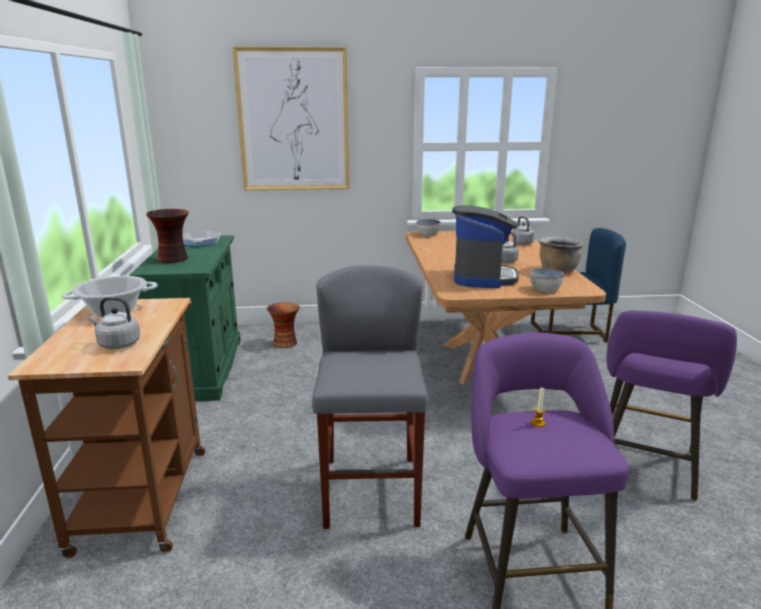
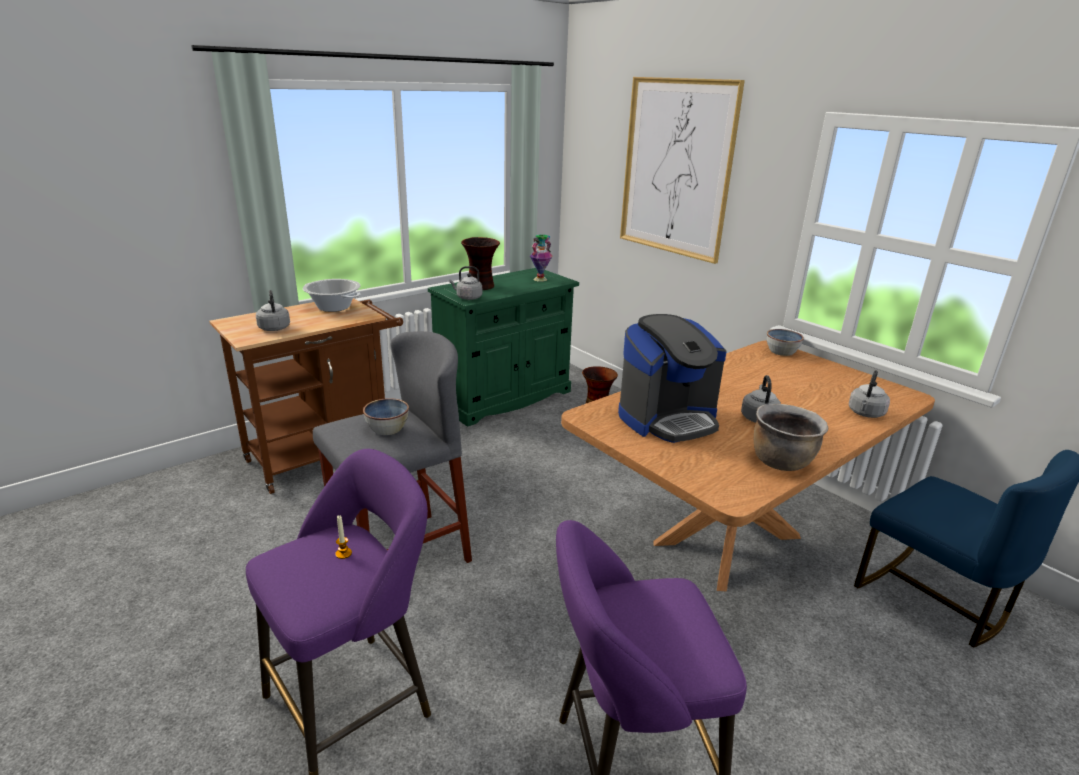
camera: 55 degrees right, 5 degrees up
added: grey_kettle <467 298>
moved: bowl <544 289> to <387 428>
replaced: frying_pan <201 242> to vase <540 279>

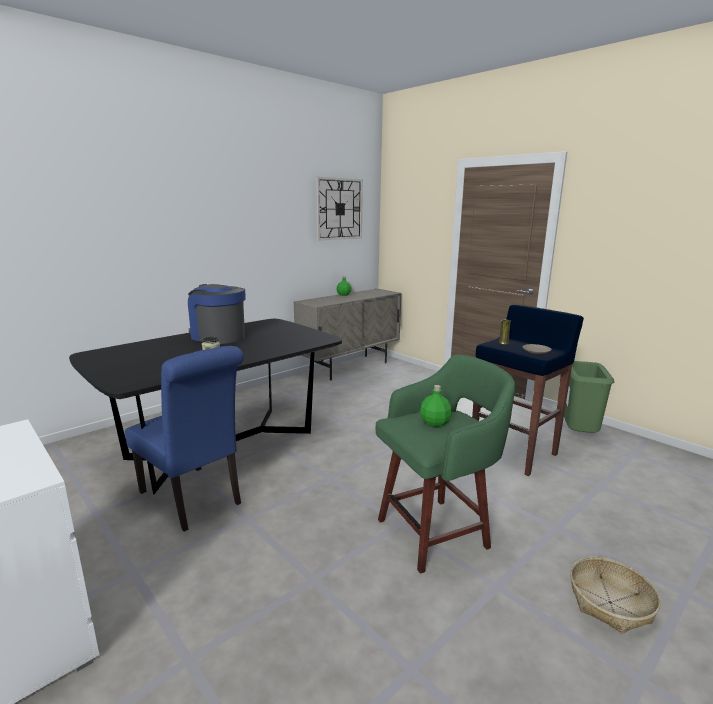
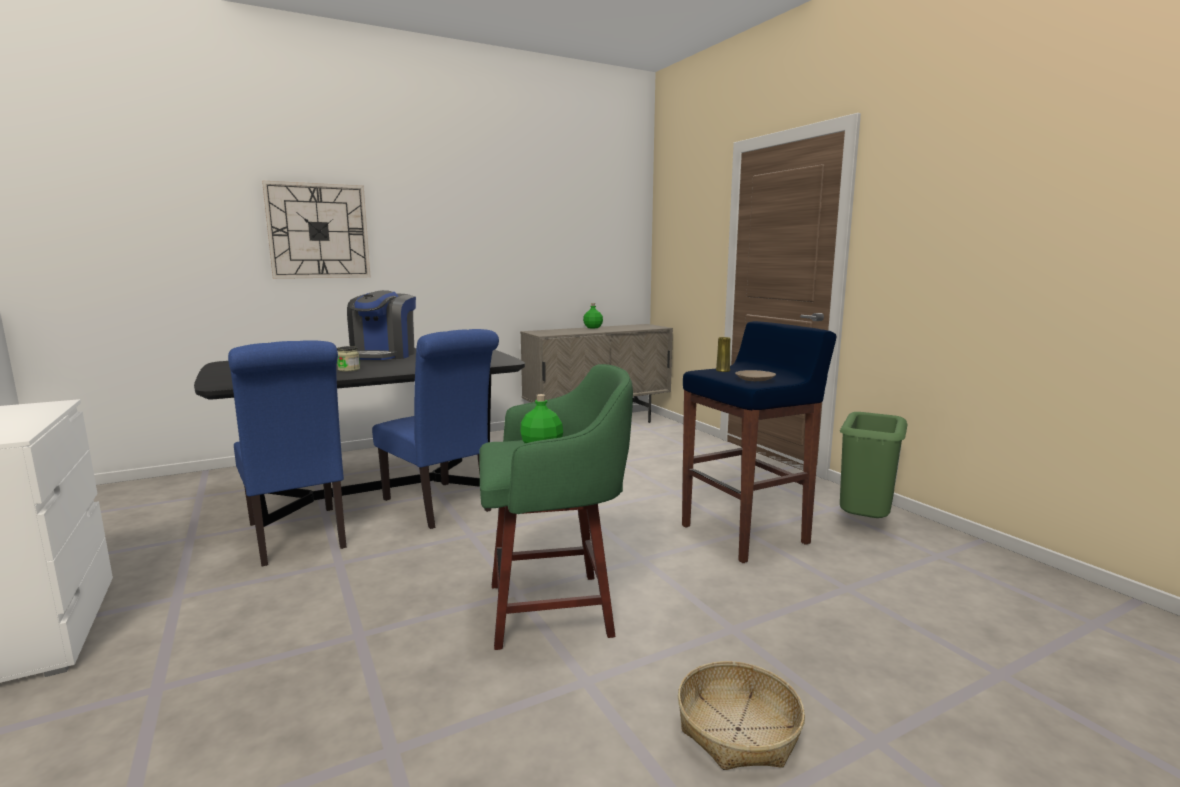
camera: 15 degrees right, 5 degrees down
added: blue_chair <441 506>
moved: wall_clock <339 209> to <318 231>
turned: coffee_machine <218 336> = <384 355> 135 degrees counterclockwise

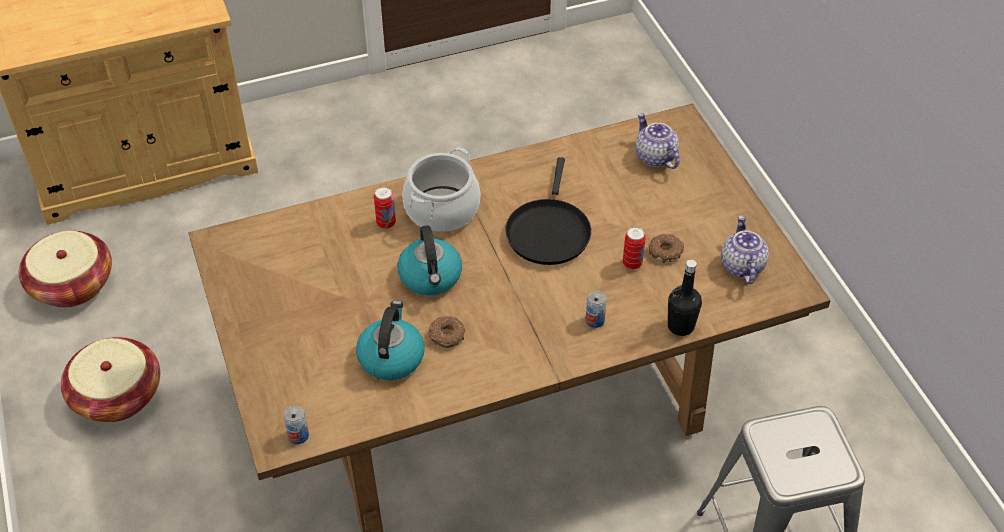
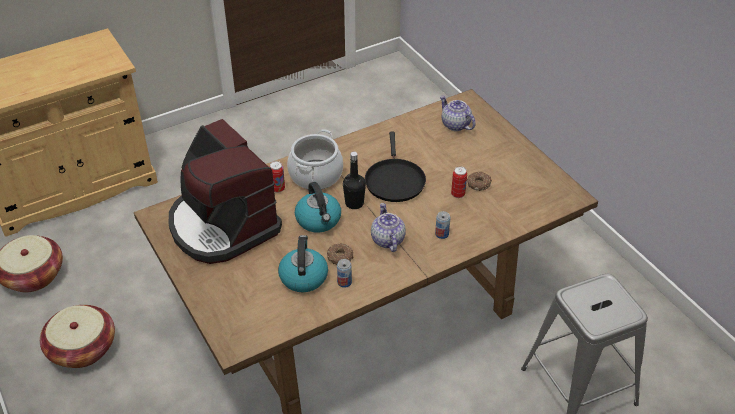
camera: 10 degrees left, 5 degrees down
added: coffee_machine <222 225>
moved: teapot <741 265> to <387 240>; black_bottle <680 326> to <354 203>; can <298 436> to <344 282>

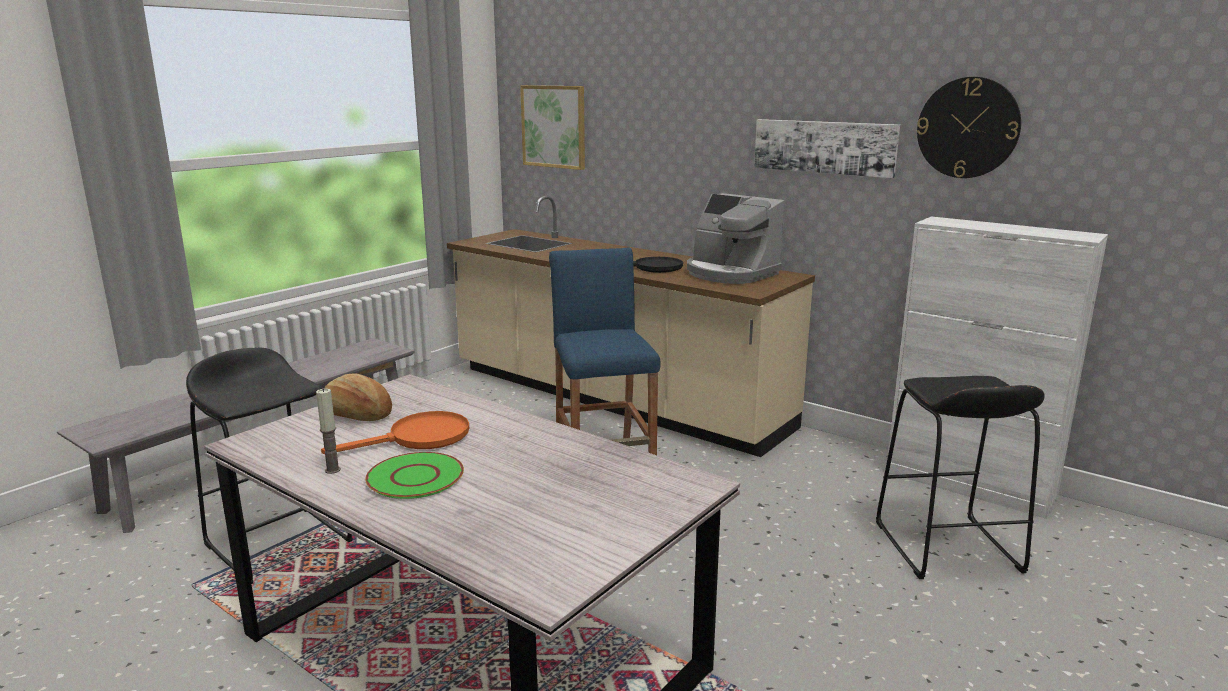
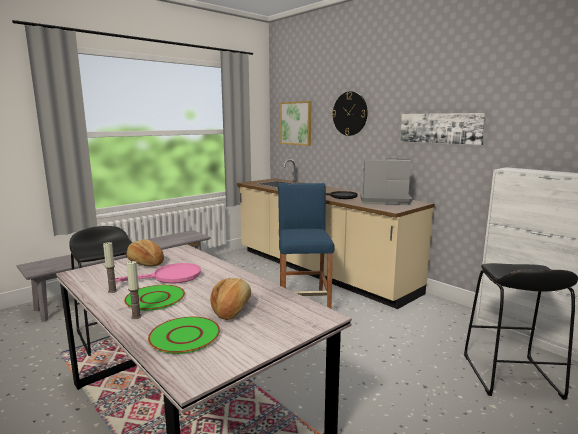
camera: 10 degrees right, 5 degrees down
added: candle <136 316>; bread <232 309>; green_plate <185 336>
moved: wall_clock <968 128> to <350 113>
recoloured: orange_frying_pan <418 438> to pink_frying_pan <170 277>
turned: coffee_machine <730 273> = <383 201> 135 degrees clockwise

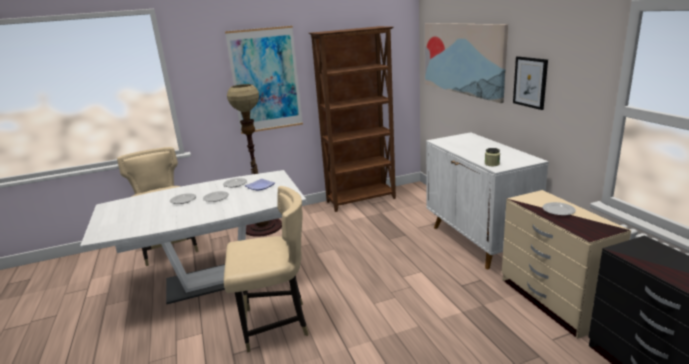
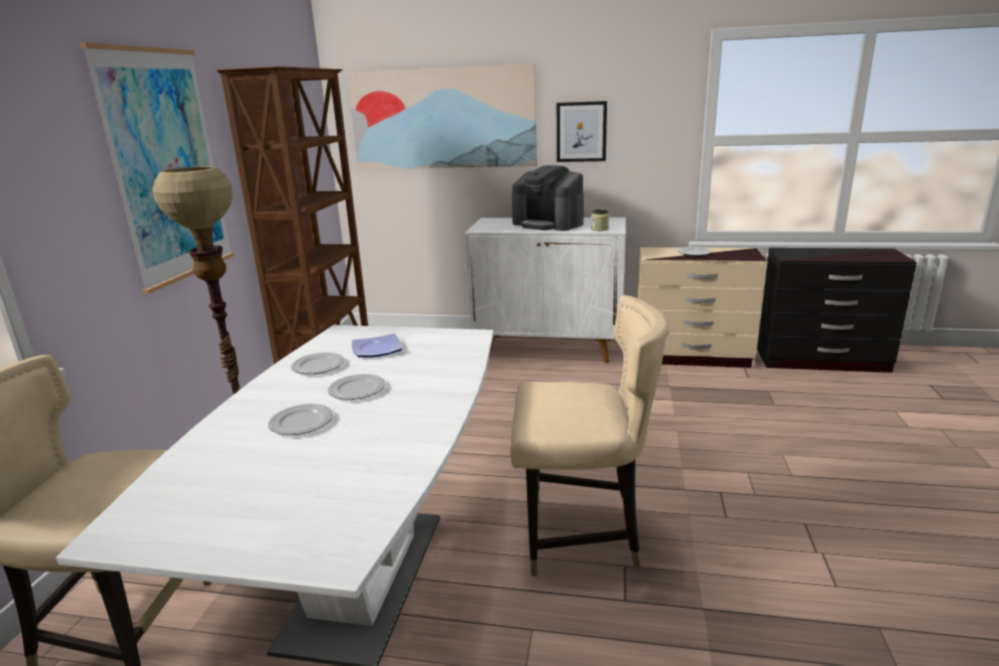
camera: 60 degrees left, 0 degrees up
added: coffee_machine <548 224>
turned: beige_chair <275 324> = <581 536> 75 degrees clockwise

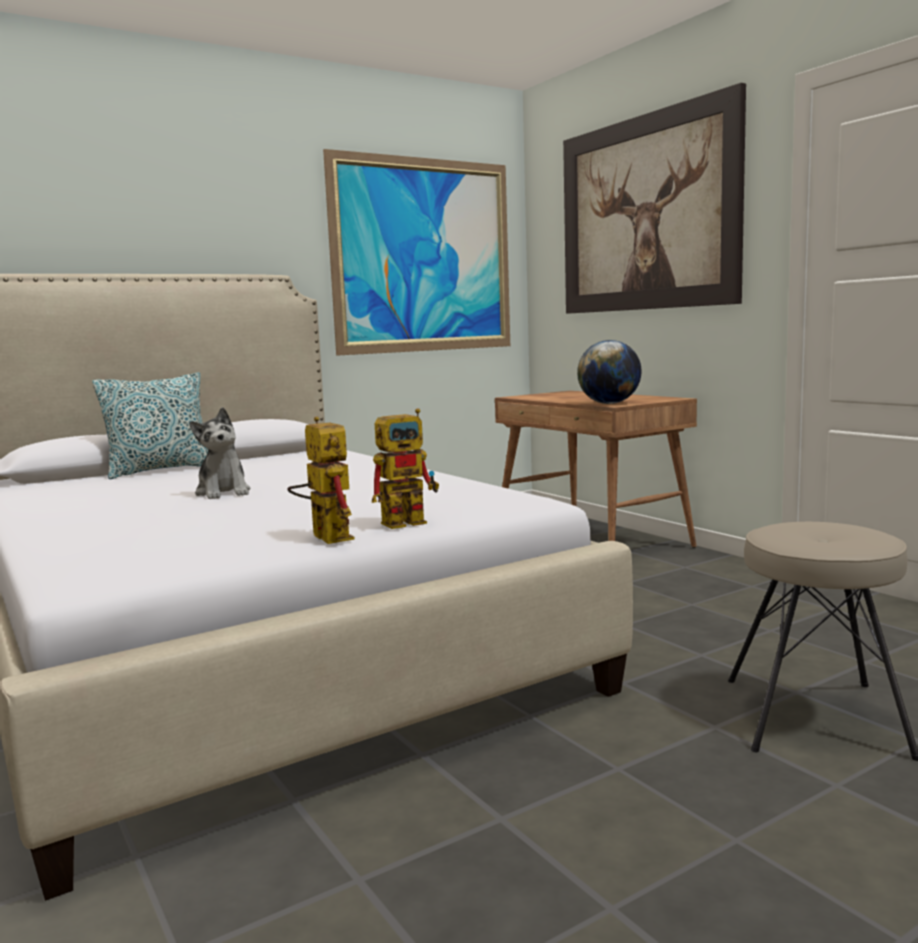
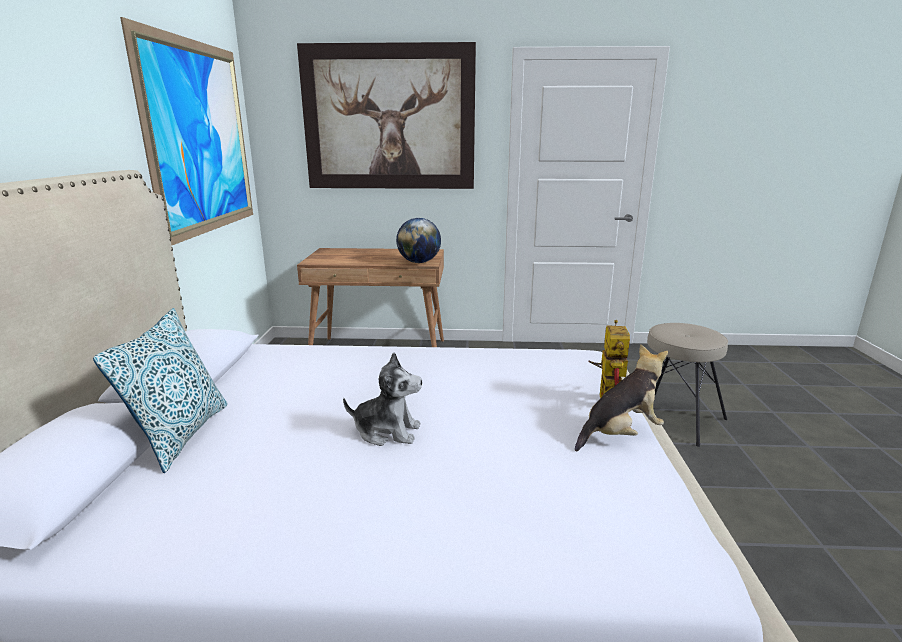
camera: 55 degrees left, 10 degrees up
replaced: toy_robot <324 536> to plush_toy <620 434>

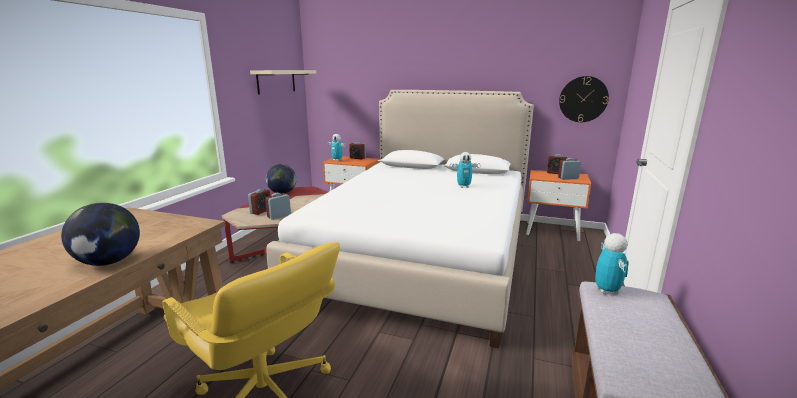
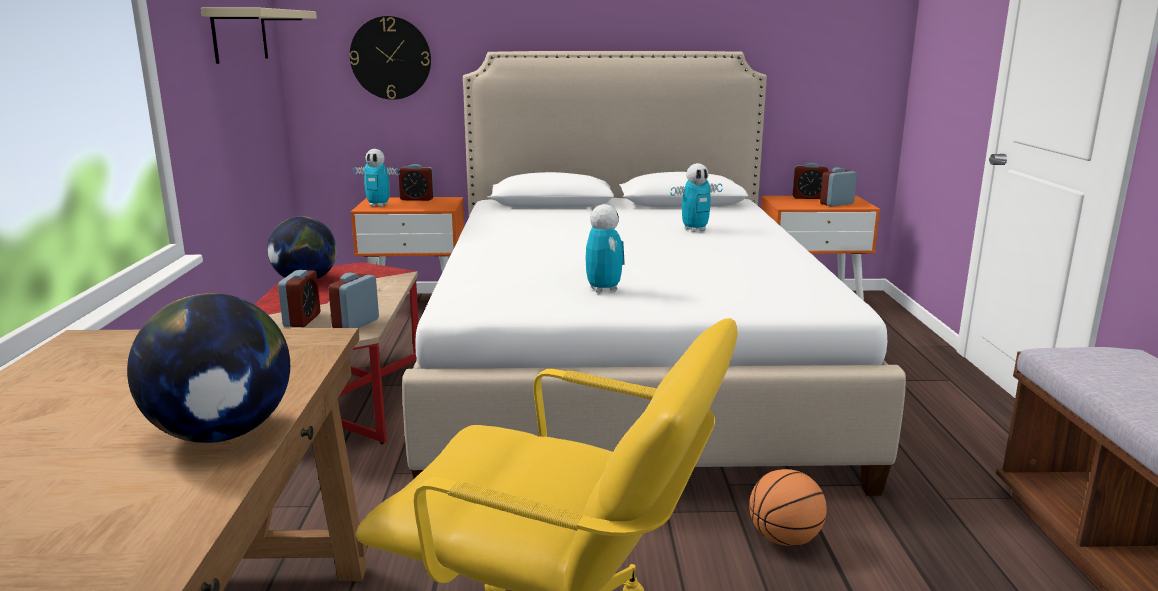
camera: 20 degrees left, 0 degrees up
added: basketball <784 539>
moved: wall_clock <583 99> to <390 58>; toy_robot <607 290> to <603 290>

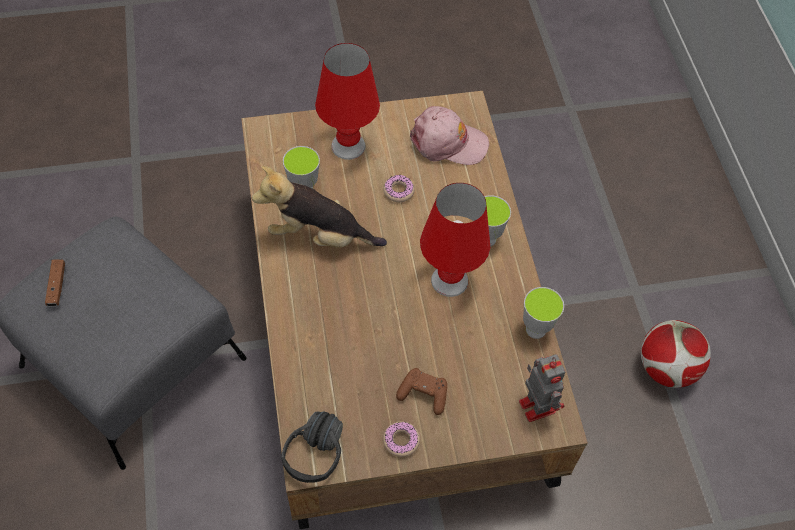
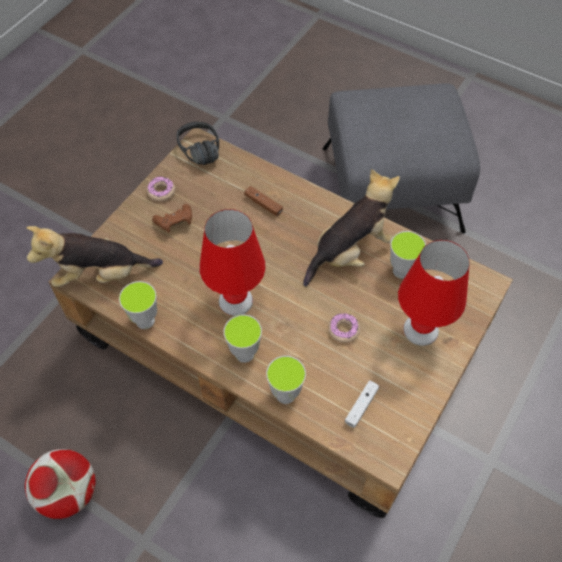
camera: 135 degrees right, 0 degrees up
added: cup <285 394>
moved: brown_game_controller <57 286> to <263 204>
replaced: pink_cap <448 142> to white_game_controller <361 406>; toy_robot <536 405> to plush_toy <100 275>

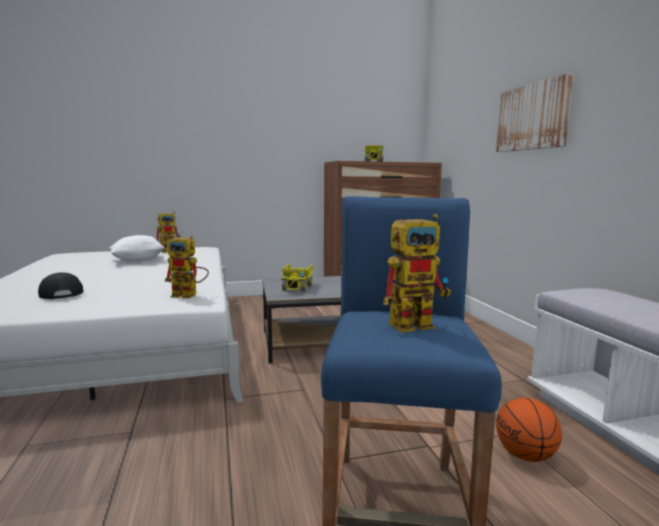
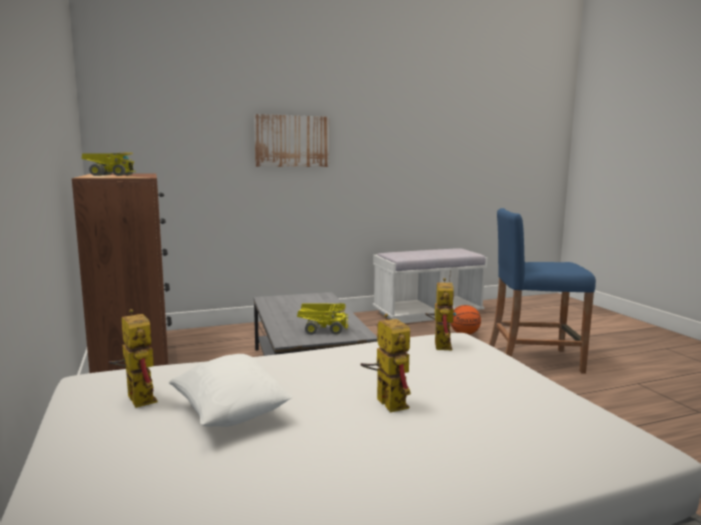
camera: 95 degrees left, 0 degrees up
removed: black_cap <60 292>
moved: toy_robot <417 323> to <385 401>

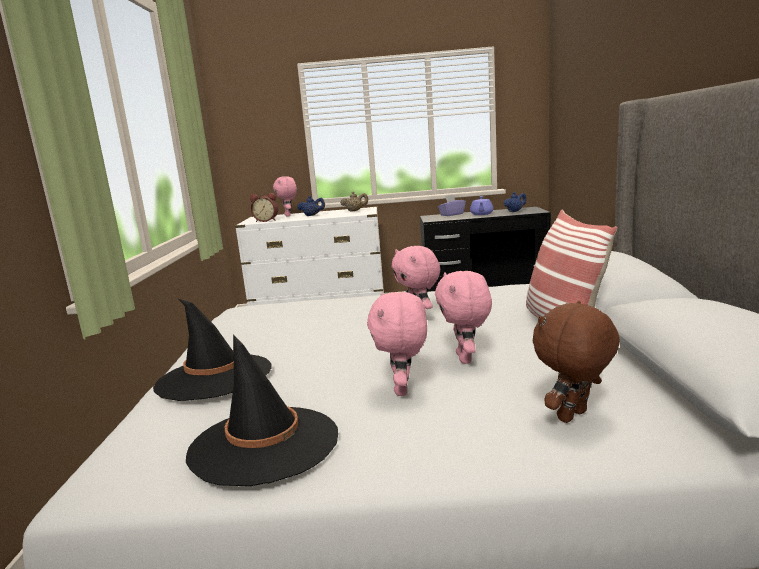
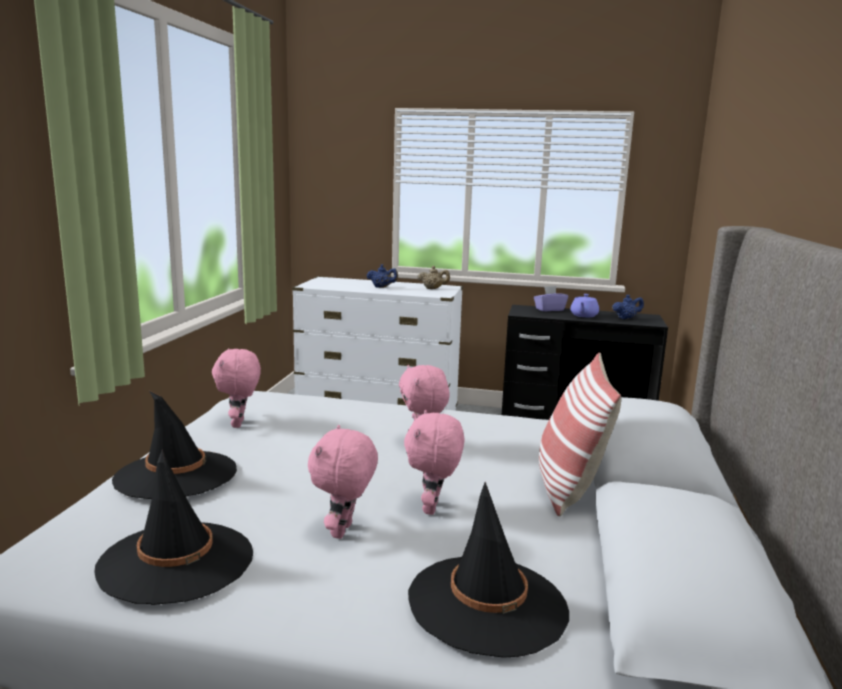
camera: 10 degrees right, 0 degrees up
removed: alarm_clock <266 220>
moved: pink_plush_toy <288 215> to <239 424>
replaced: brown_plush_toy <574 417> to black_hat <487 604>

